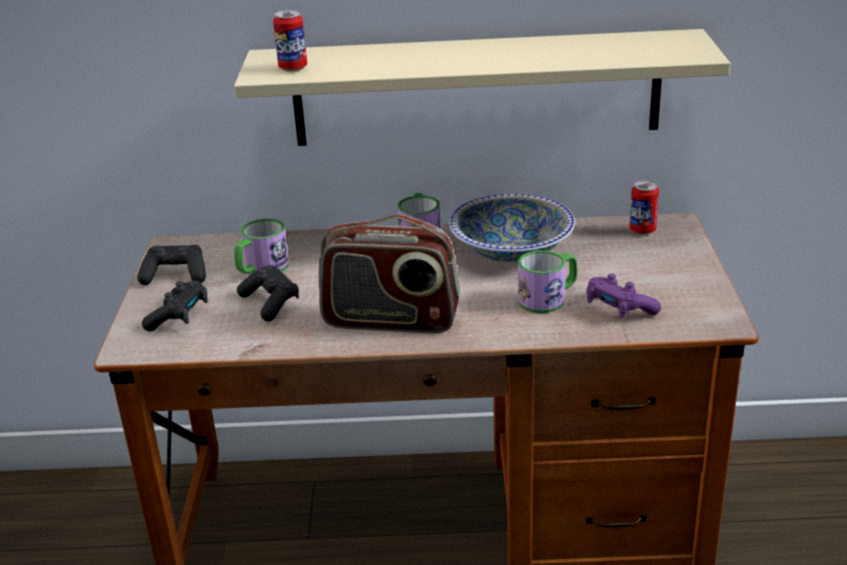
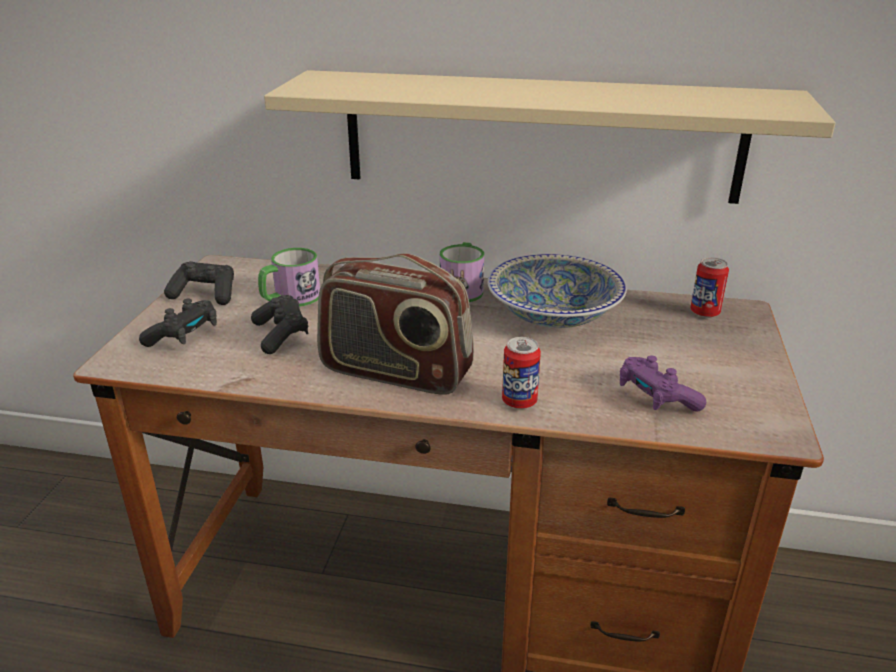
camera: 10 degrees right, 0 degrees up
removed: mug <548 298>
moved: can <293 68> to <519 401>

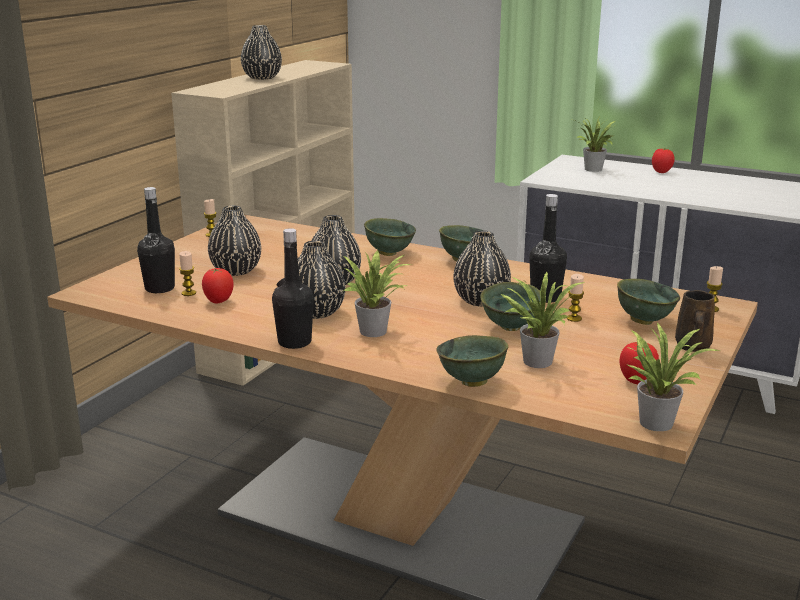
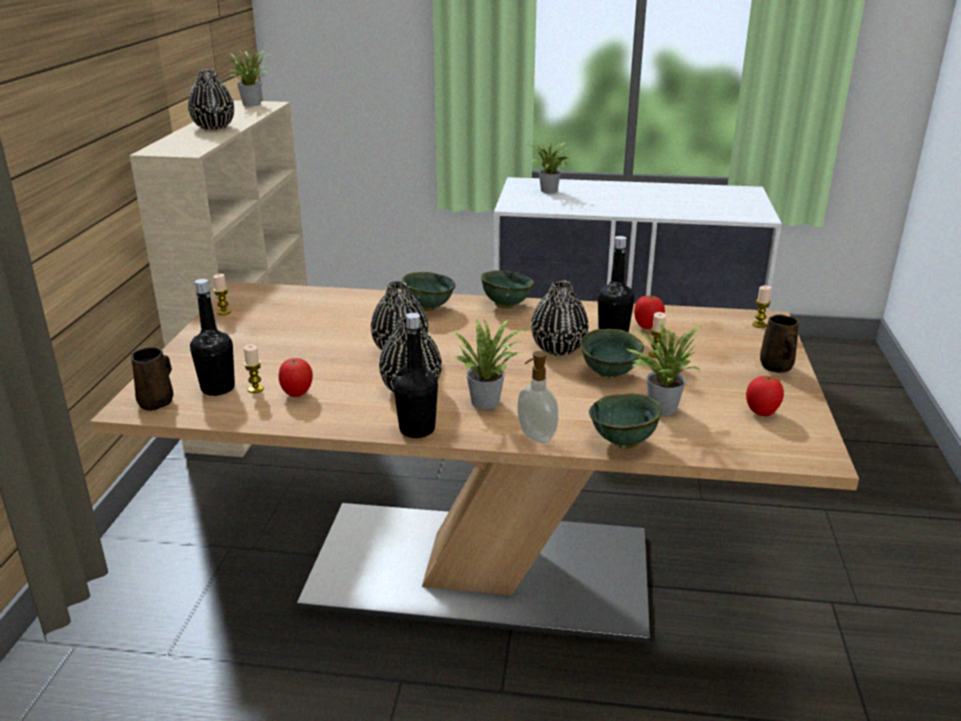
camera: 20 degrees left, 5 degrees up
removed: black_vase <236 271>; green_bowl <643 320>
added: brown_mug <157 402>; soap_dispenser <535 436>
moved: tomato <661 172> to <647 327>; potted_plant <656 421> to <252 104>

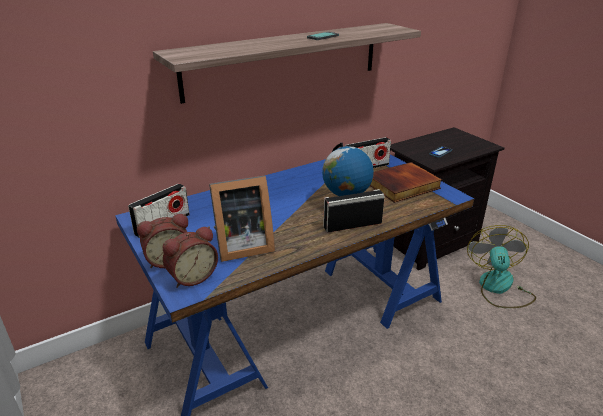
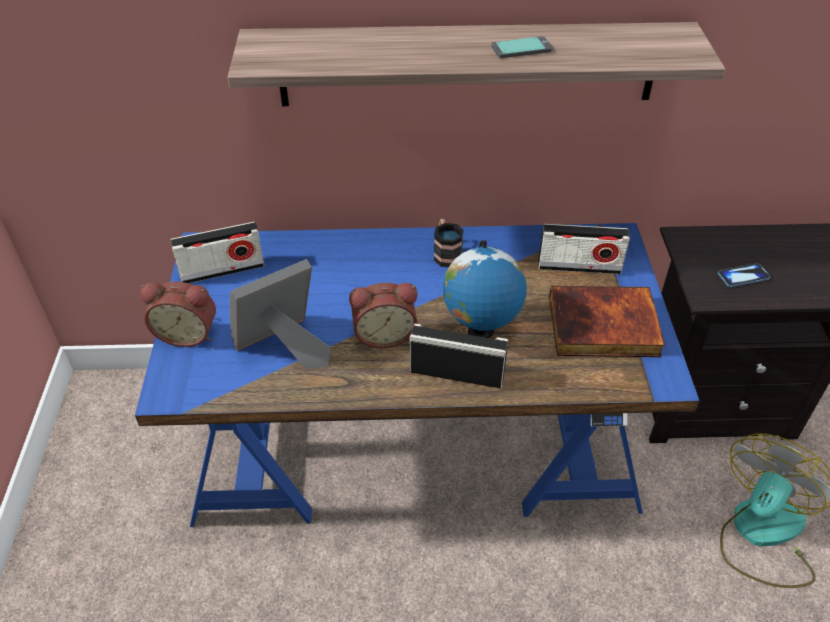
camera: 30 degrees right, 15 degrees up
added: mug <446 253>
moved: alarm_clock <192 276> to <384 334>
turned: picture_frame <241 246> = <284 348> 135 degrees clockwise

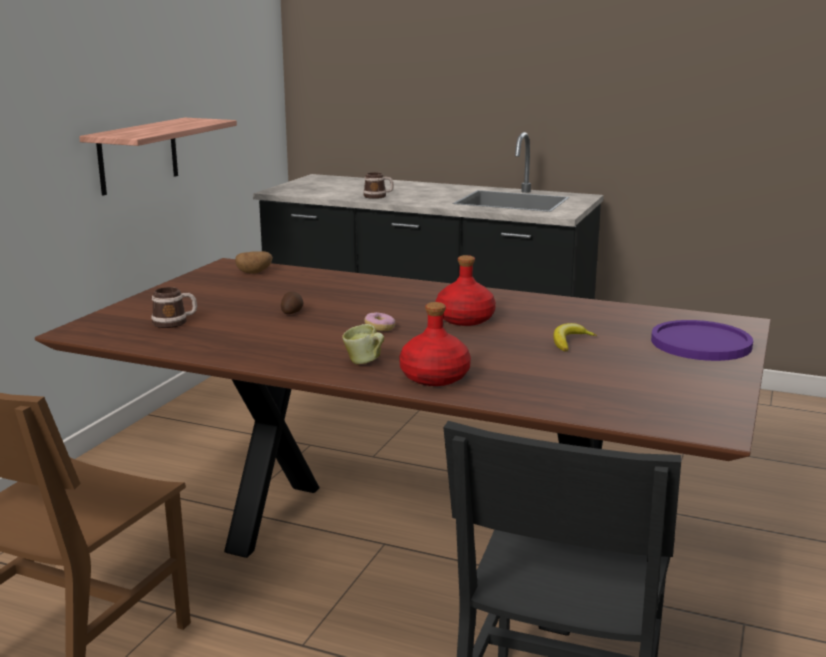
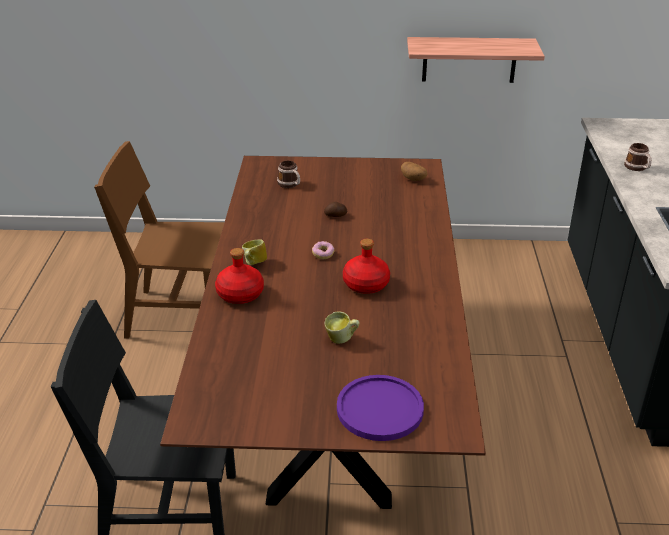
camera: 70 degrees right, 15 degrees up
replaced: banana <570 342> to mug <341 340>

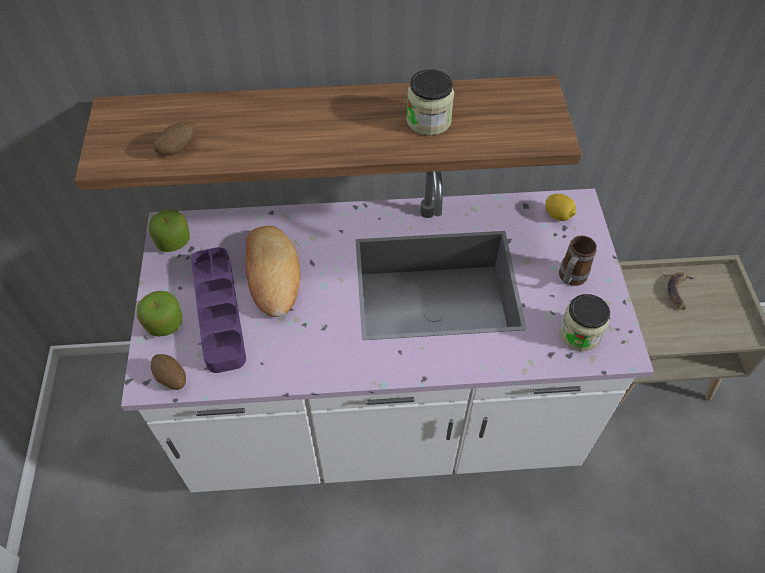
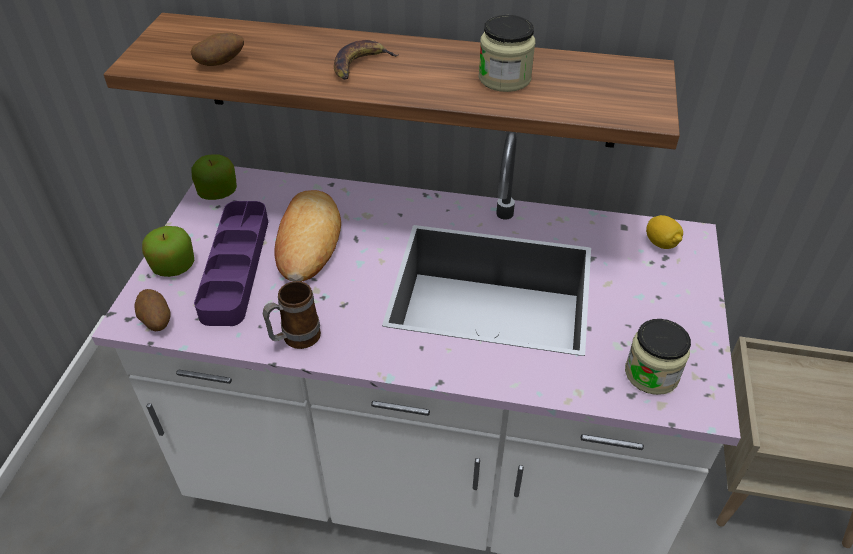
camera: 15 degrees right, 10 degrees down
moved: mug <569 279> to <295 339>; banana <679 292> to <360 65>

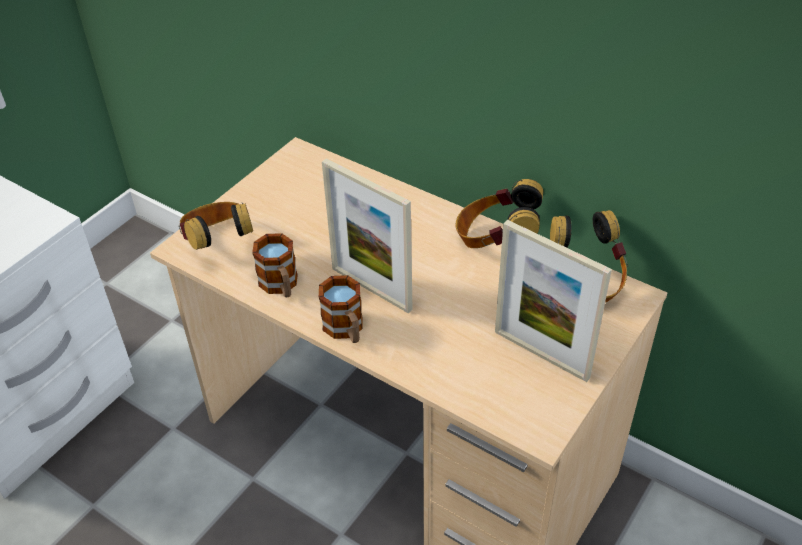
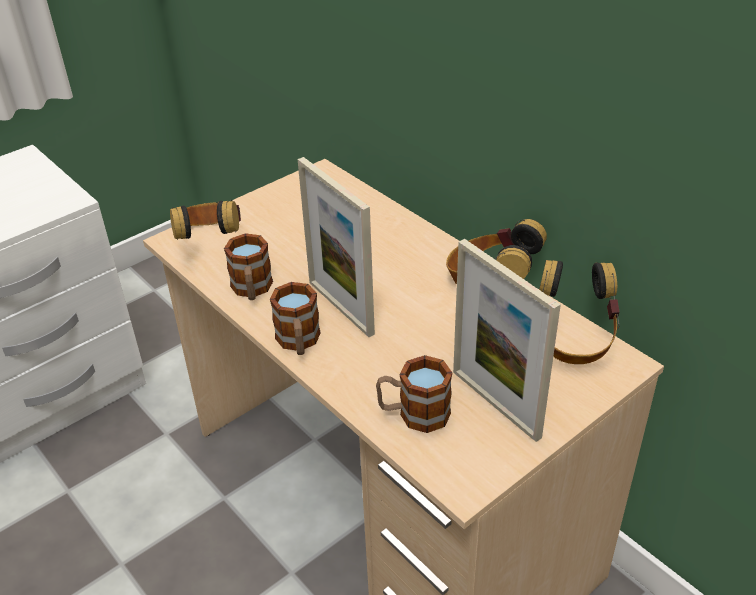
camera: 15 degrees right, 5 degrees down
added: mug <414 414>

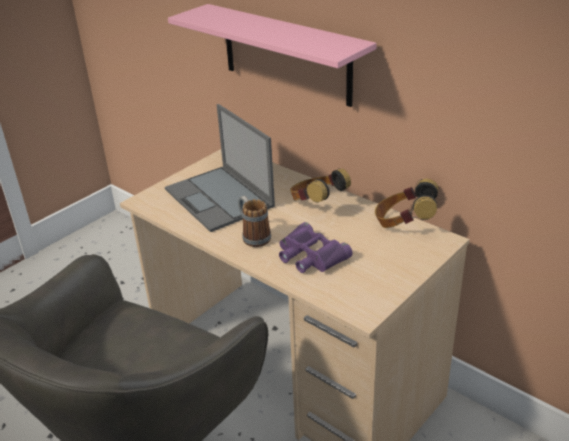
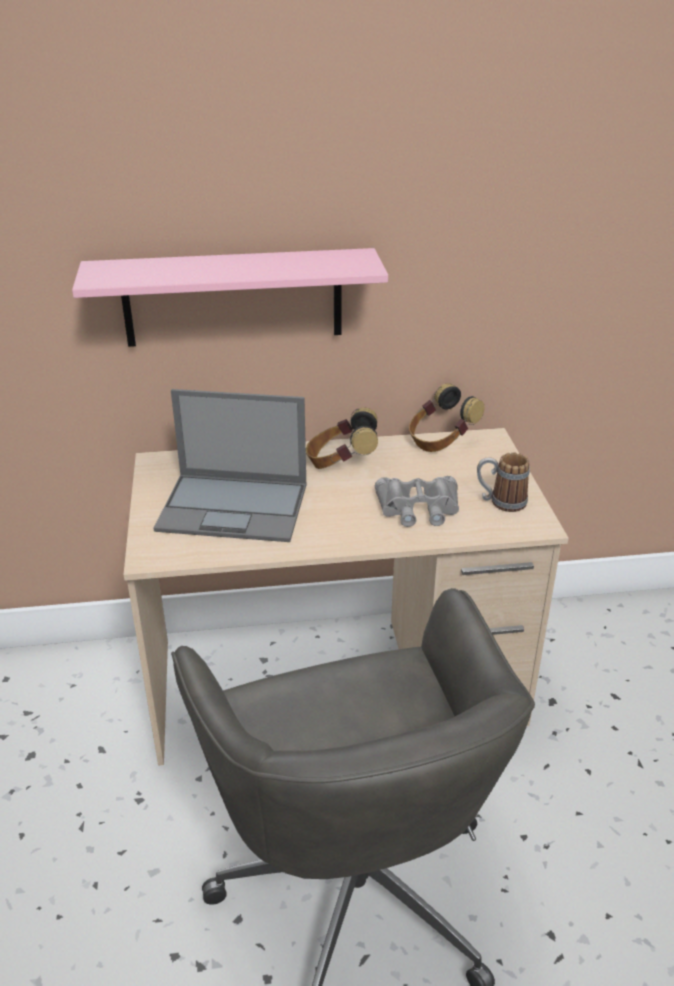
camera: 50 degrees left, 0 degrees up
moved: mug <253 236> to <500 502>
recoloured: purple_binoculars <310 256> to grey_binoculars <418 508>

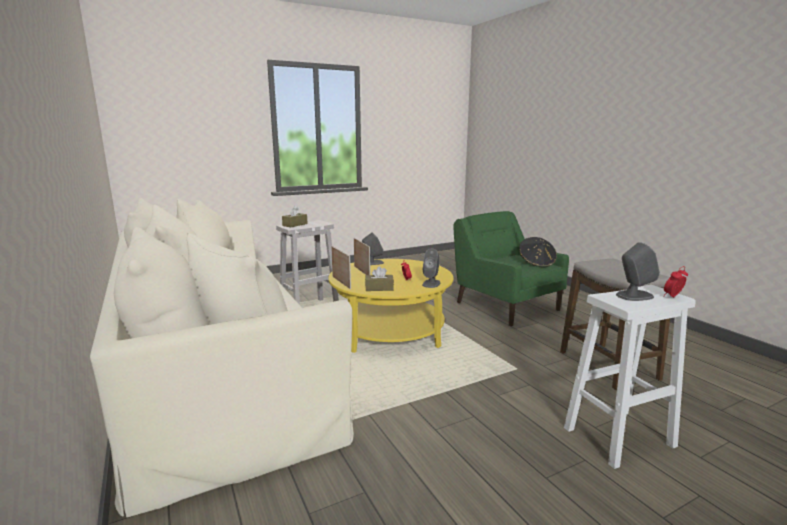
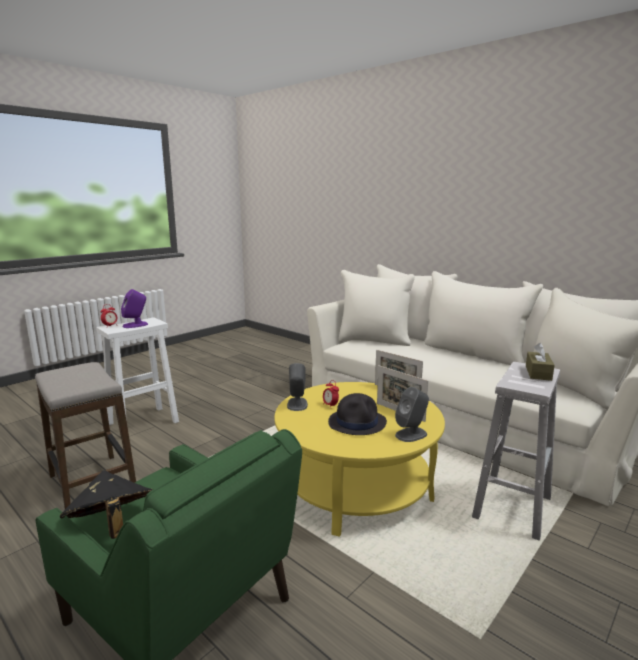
camera: 160 degrees right, 0 degrees up
removed: brown_tissue_box <379 288>
added: black_hat <357 422>
recoloured: grey_speaker <634 296> to purple_speaker <135 325>

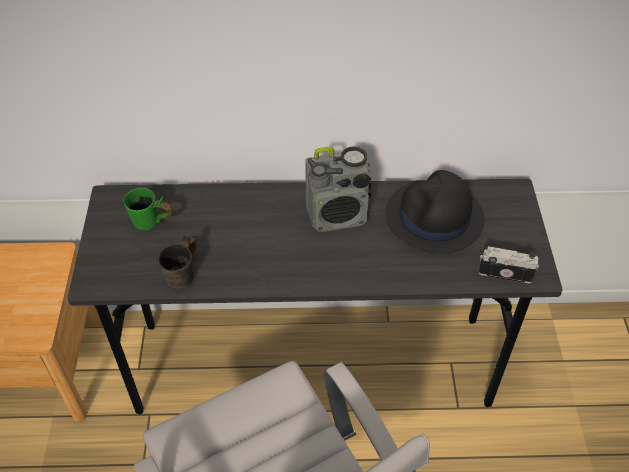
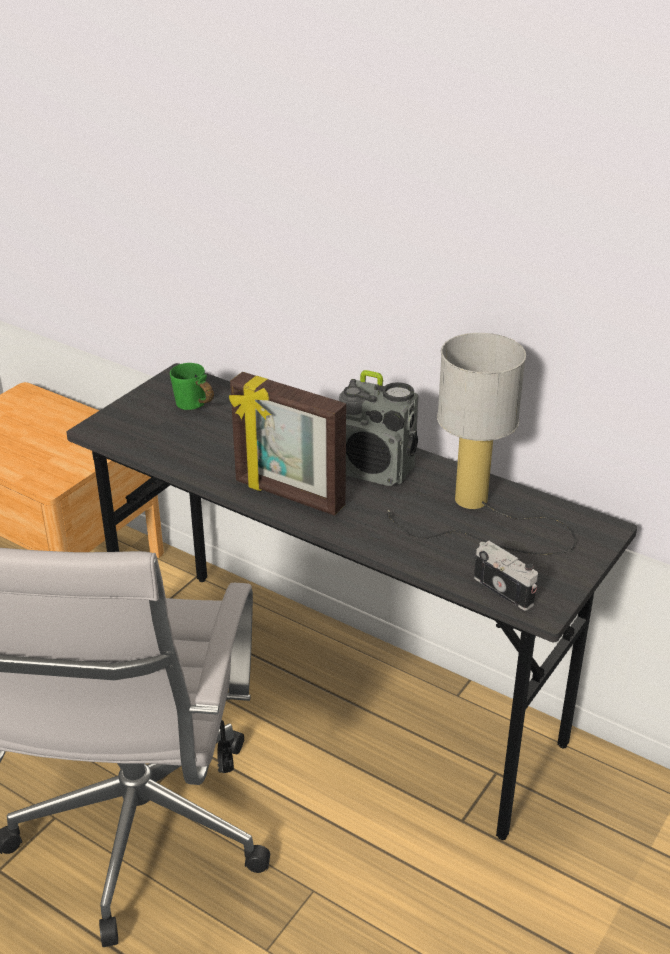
camera: 35 degrees right, 15 degrees down
removed: grey_mug <186 275>
added: picture_frame <288 495>
replaced: black_hat <434 218> to table_lamp <478 512>

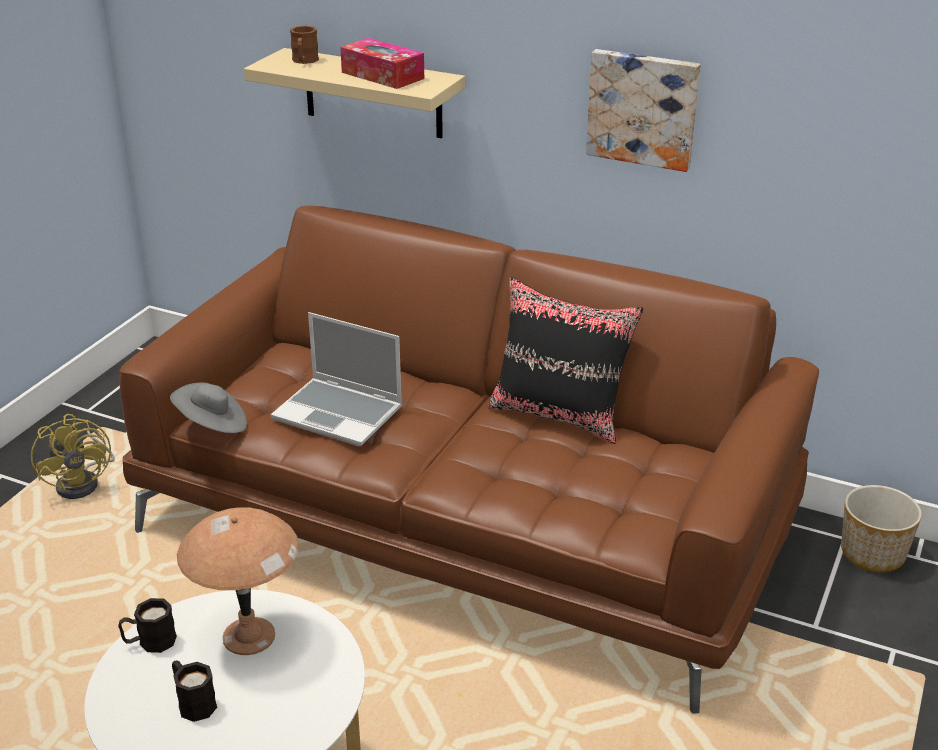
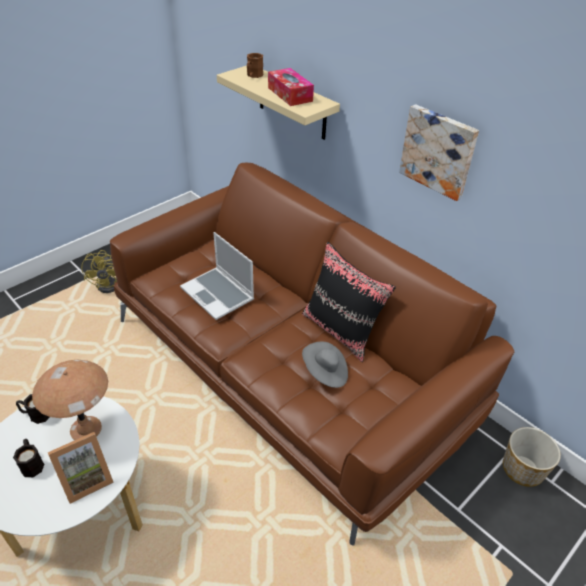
camera: 20 degrees right, 10 degrees up
added: picture_frame <86 479>
moved: grey_hat <212 425> to <325 373>

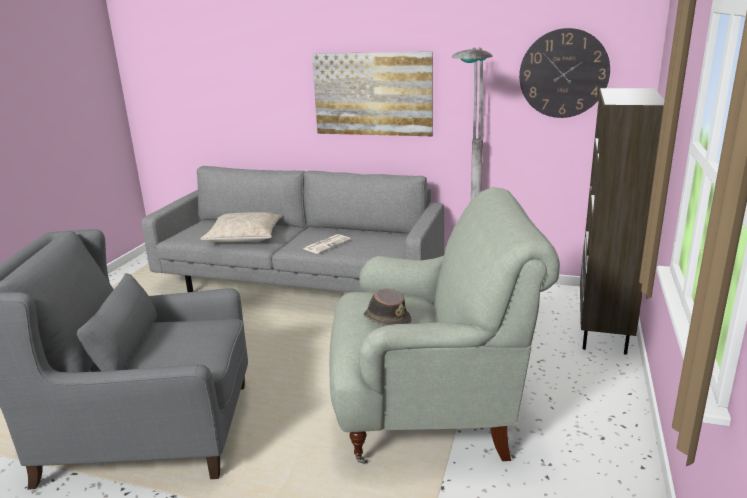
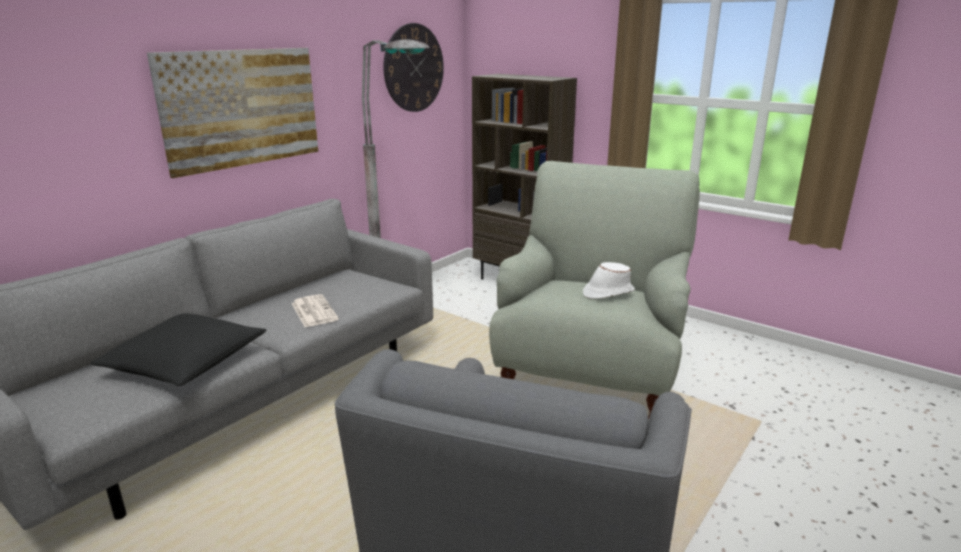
camera: 70 degrees left, 0 degrees up
recoloured: beige_pillow <244 237> to black_pillow <185 362>; brown_hat <387 319> to white_hat <608 292>

